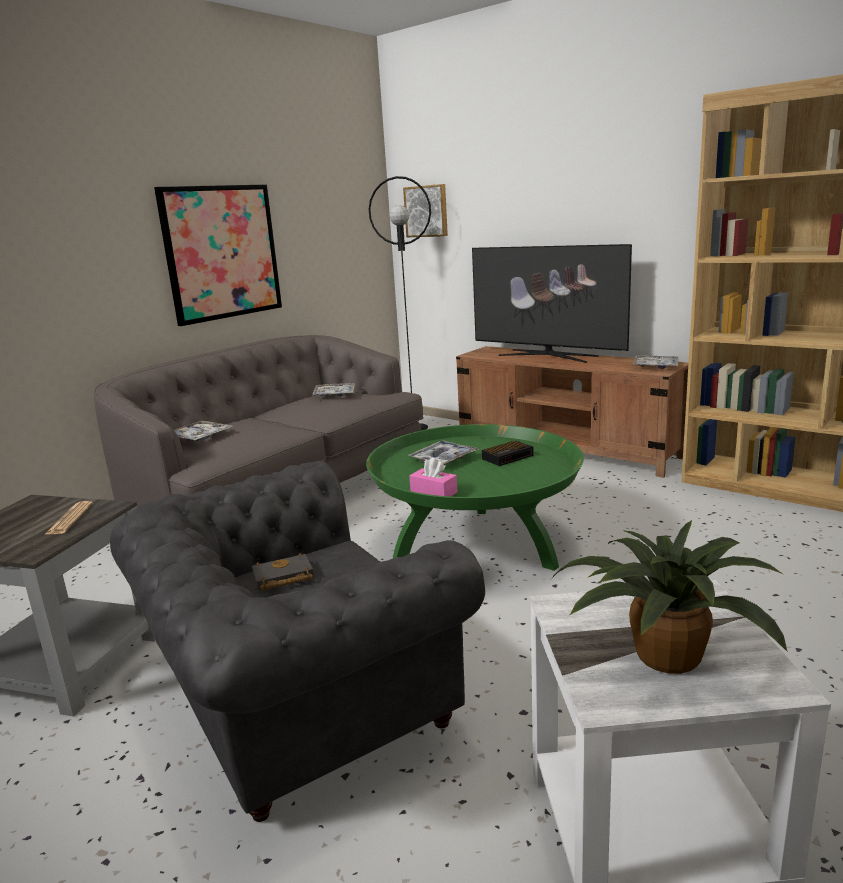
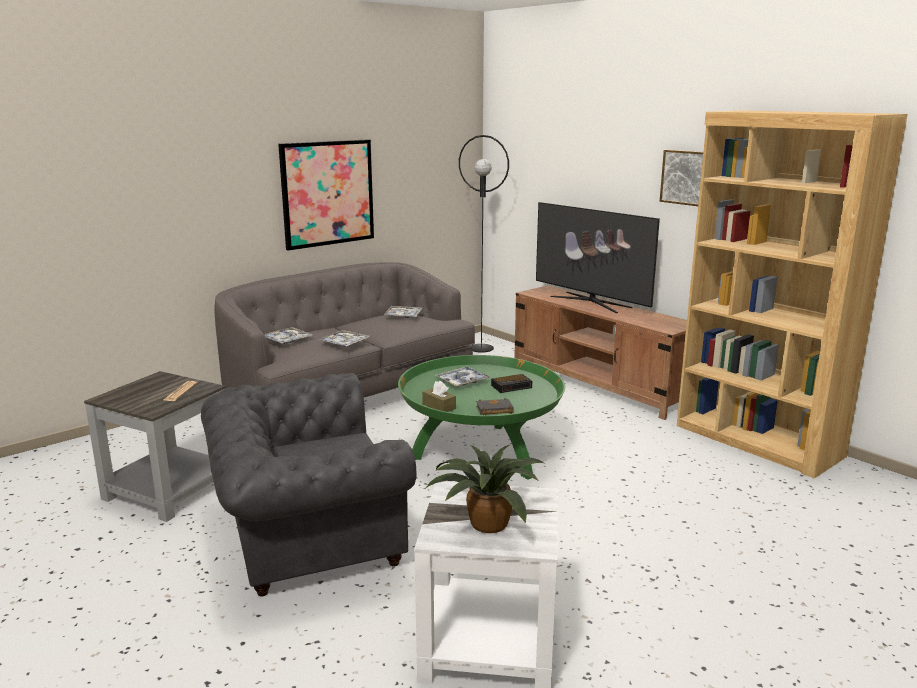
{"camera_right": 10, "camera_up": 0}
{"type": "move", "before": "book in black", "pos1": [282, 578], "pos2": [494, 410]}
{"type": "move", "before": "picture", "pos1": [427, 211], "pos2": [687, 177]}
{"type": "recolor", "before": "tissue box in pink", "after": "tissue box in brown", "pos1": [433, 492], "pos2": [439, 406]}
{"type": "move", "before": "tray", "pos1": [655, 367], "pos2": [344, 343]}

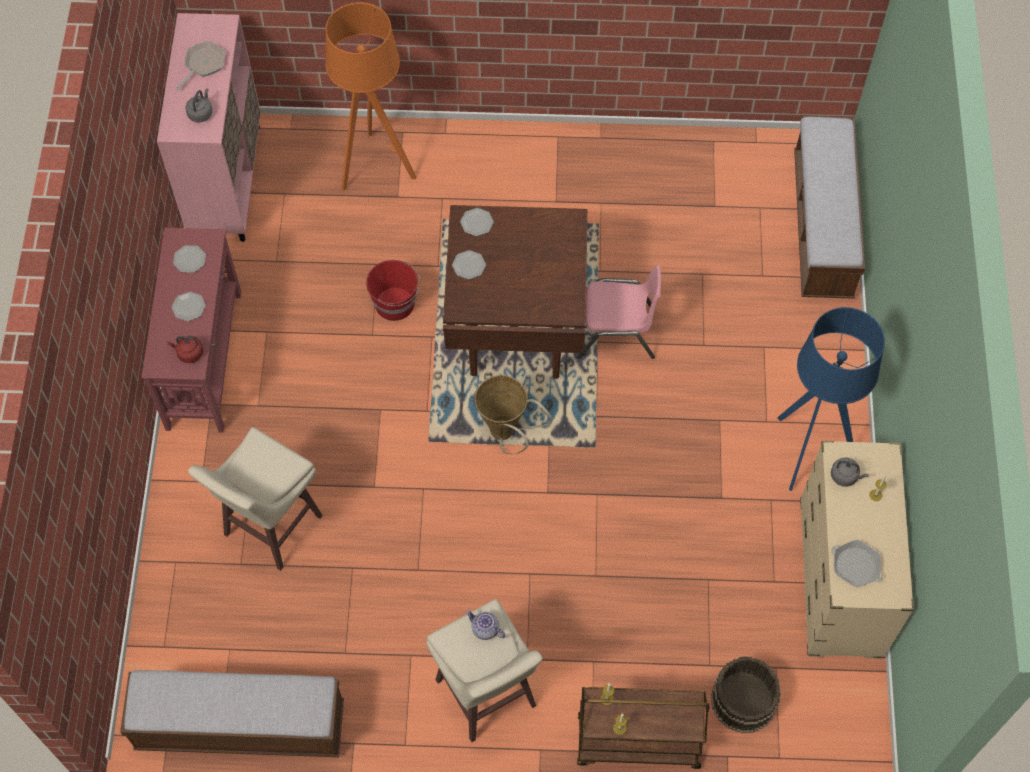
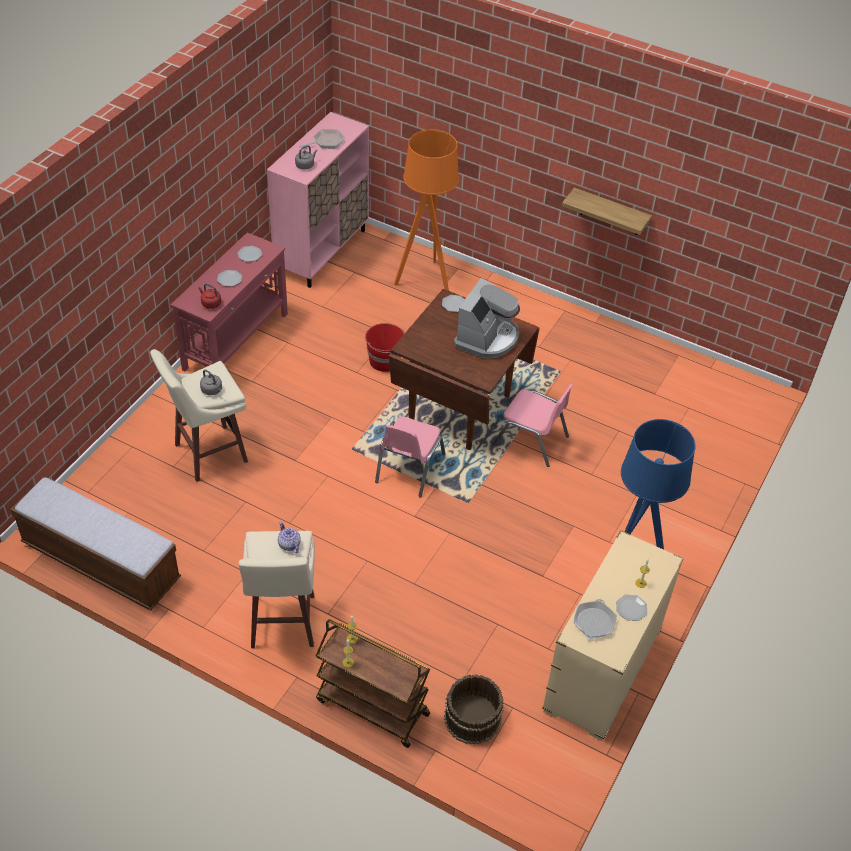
{"camera_right": 25, "camera_up": -15}
{"type": "move", "before": "plate", "pos1": [469, 266], "pos2": [631, 609]}
{"type": "replace", "before": "basket", "after": "chair in pink", "pos1": [506, 434], "pos2": [409, 468]}
{"type": "delete", "before": "bench", "pos1": [822, 226]}
{"type": "move", "before": "kettle in grey", "pos1": [845, 476], "pos2": [212, 390]}
{"type": "rotate", "before": "frying pan", "pos1": [855, 566], "pos2": [594, 622], "turn": 45}
{"type": "insert", "after": "coffee machine", "pos2": [487, 338]}
{"type": "insert", "after": "shelf", "pos2": [610, 212]}

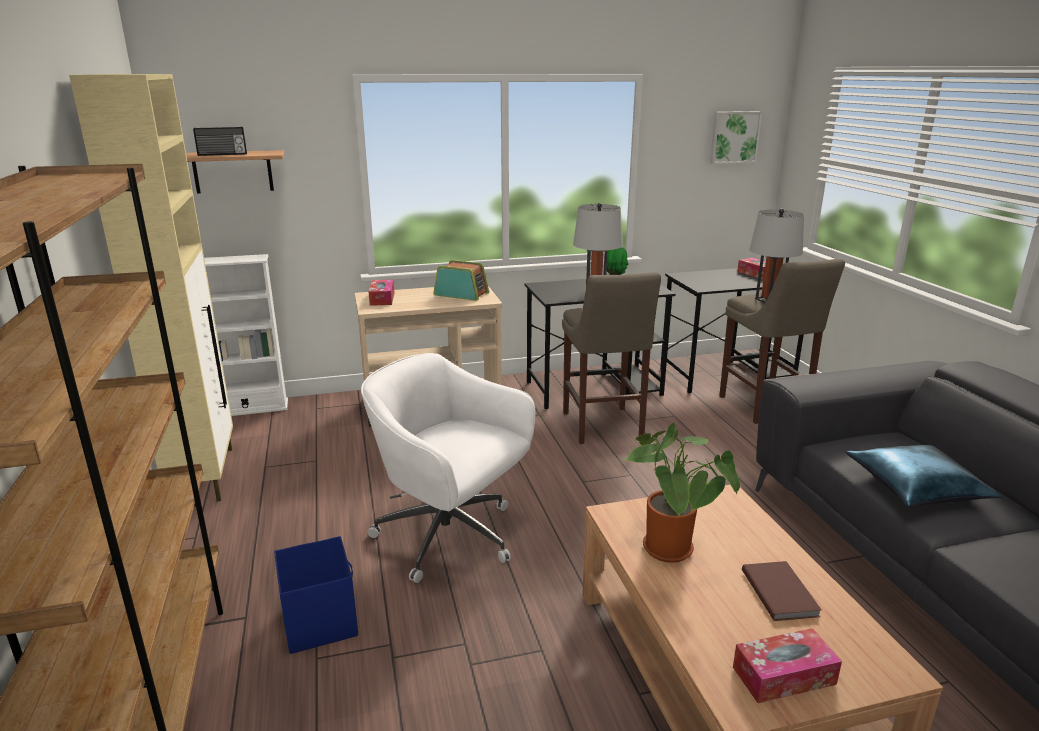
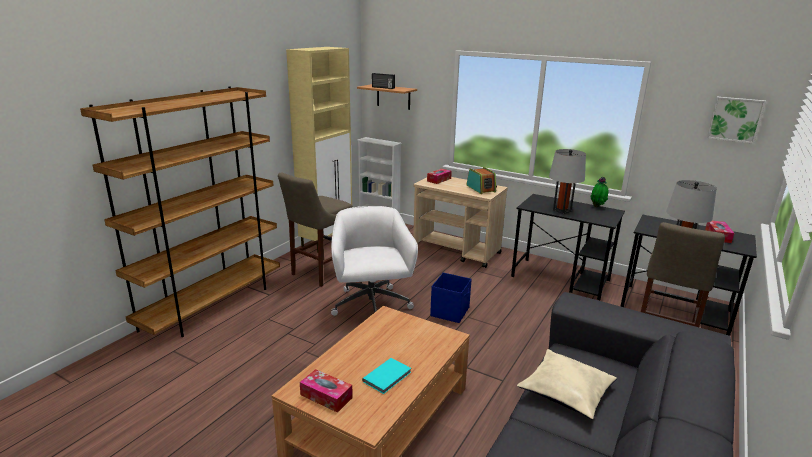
{"camera_right": 45, "camera_up": 0}
{"type": "move", "before": "storage box in blue", "pos1": [320, 621], "pos2": [450, 311]}
{"type": "move", "before": "stool in beige", "pos1": [603, 427], "pos2": [319, 273]}
{"type": "delete", "before": "potted plant", "pos1": [672, 552]}
{"type": "recolor", "before": "book in brown", "after": "book in turquoise", "pos1": [780, 592], "pos2": [388, 377]}
{"type": "recolor", "before": "pillow in blue", "after": "pillow in beige", "pos1": [917, 488], "pos2": [565, 391]}

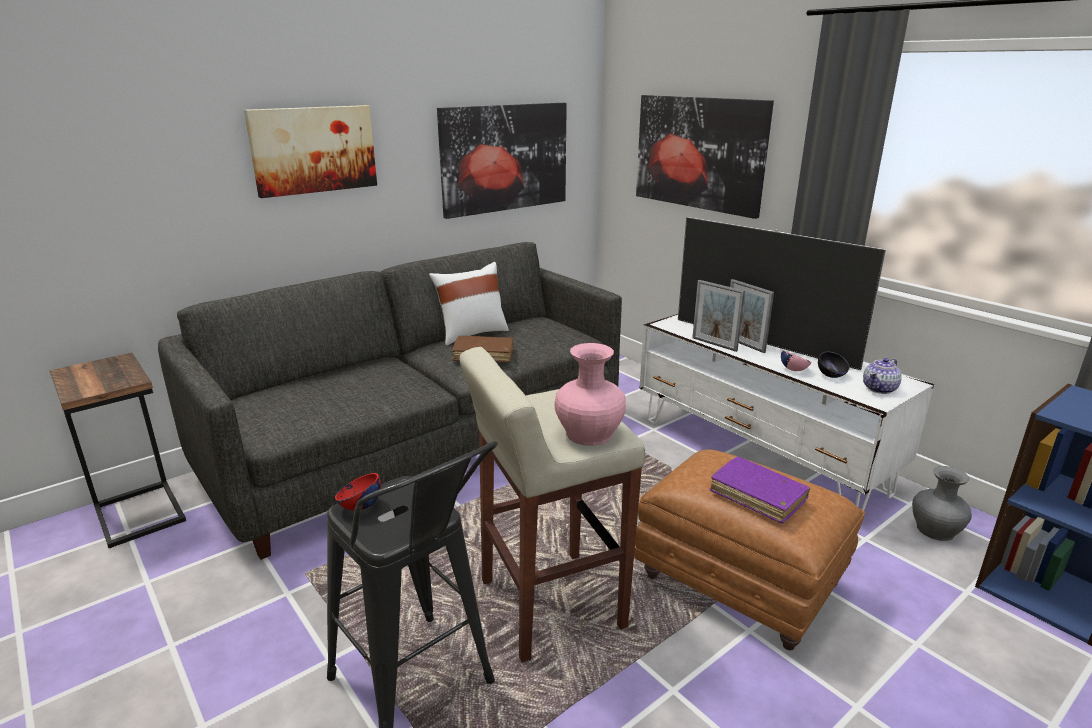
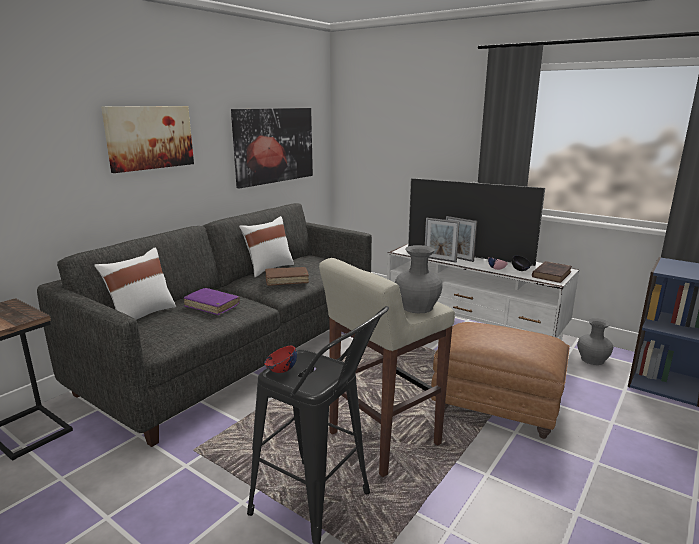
{"camera_right": -15, "camera_up": -5}
{"type": "recolor", "before": "vase in pink", "after": "vase in grey", "pos1": [589, 433], "pos2": [417, 307]}
{"type": "delete", "before": "picture", "pos1": [699, 153]}
{"type": "move", "before": "book in purple", "pos1": [757, 496], "pos2": [212, 306]}
{"type": "replace", "before": "teapot", "after": "book in brown", "pos1": [880, 389], "pos2": [552, 274]}
{"type": "insert", "after": "pillow in white", "pos2": [141, 315]}

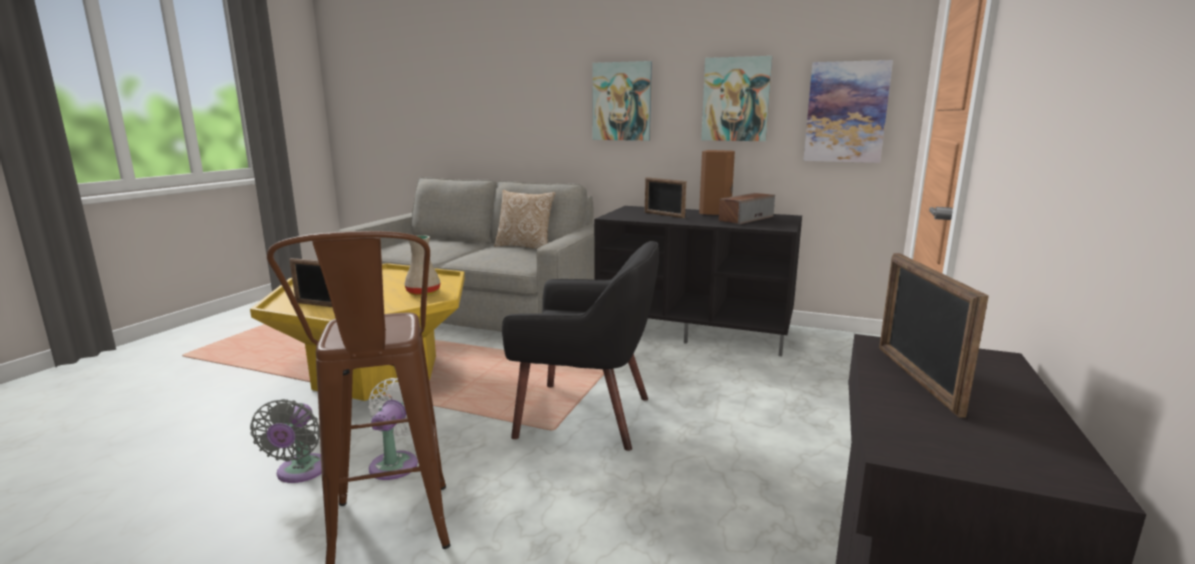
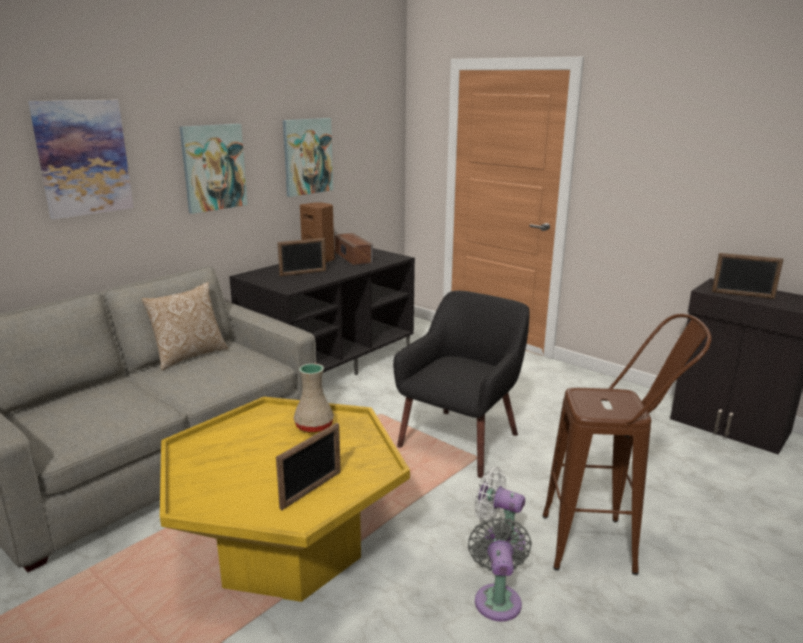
{"camera_right": -70, "camera_up": 5}
{"type": "rotate", "before": "fan in grey", "pos1": [300, 472], "pos2": [497, 598], "turn": -105}
{"type": "move", "before": "picture", "pos1": [846, 112], "pos2": [83, 158]}

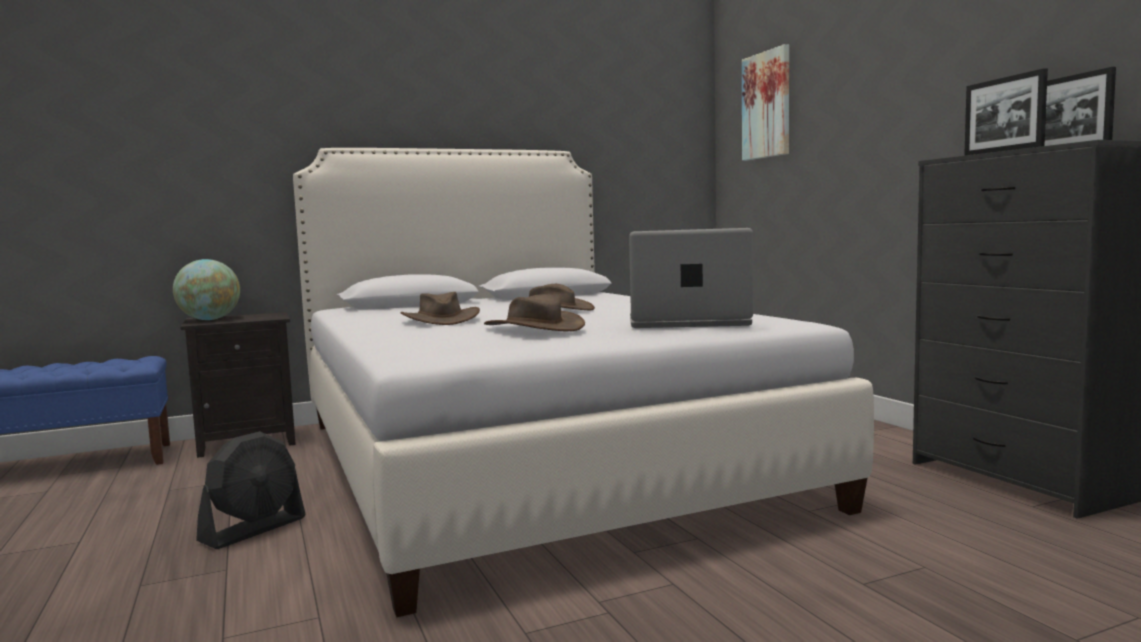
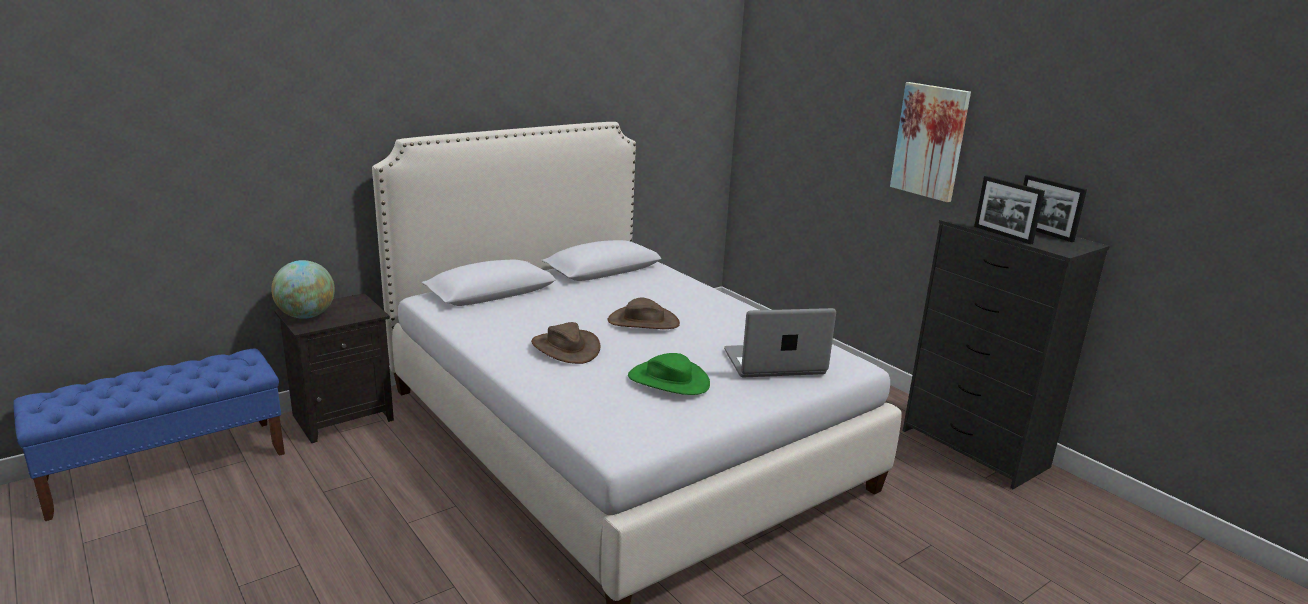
{"camera_right": -15, "camera_up": 15}
{"type": "delete", "before": "fan in black", "pos1": [254, 529]}
{"type": "recolor", "before": "hat in brown", "after": "hat in green", "pos1": [534, 327], "pos2": [668, 380]}
{"type": "move", "before": "picture", "pos1": [767, 105], "pos2": [930, 141]}

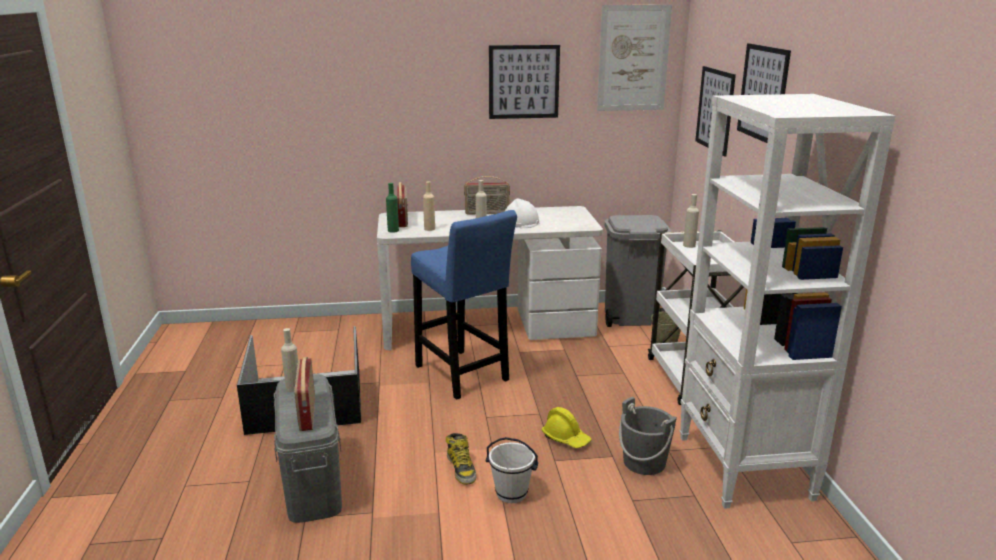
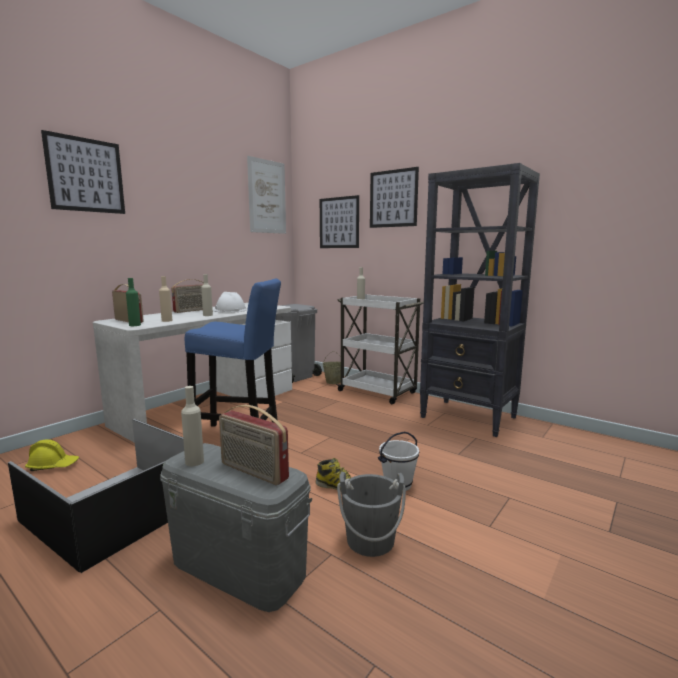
{"camera_right": -45, "camera_up": -10}
{"type": "move", "before": "picture", "pos1": [524, 82], "pos2": [86, 175]}
{"type": "move", "before": "hard hat in yellow", "pos1": [566, 438], "pos2": [53, 466]}
{"type": "move", "before": "bucket in grey", "pos1": [644, 462], "pos2": [370, 540]}
{"type": "recolor", "before": "bookcase in white", "after": "bookcase in black", "pos1": [744, 468], "pos2": [469, 417]}

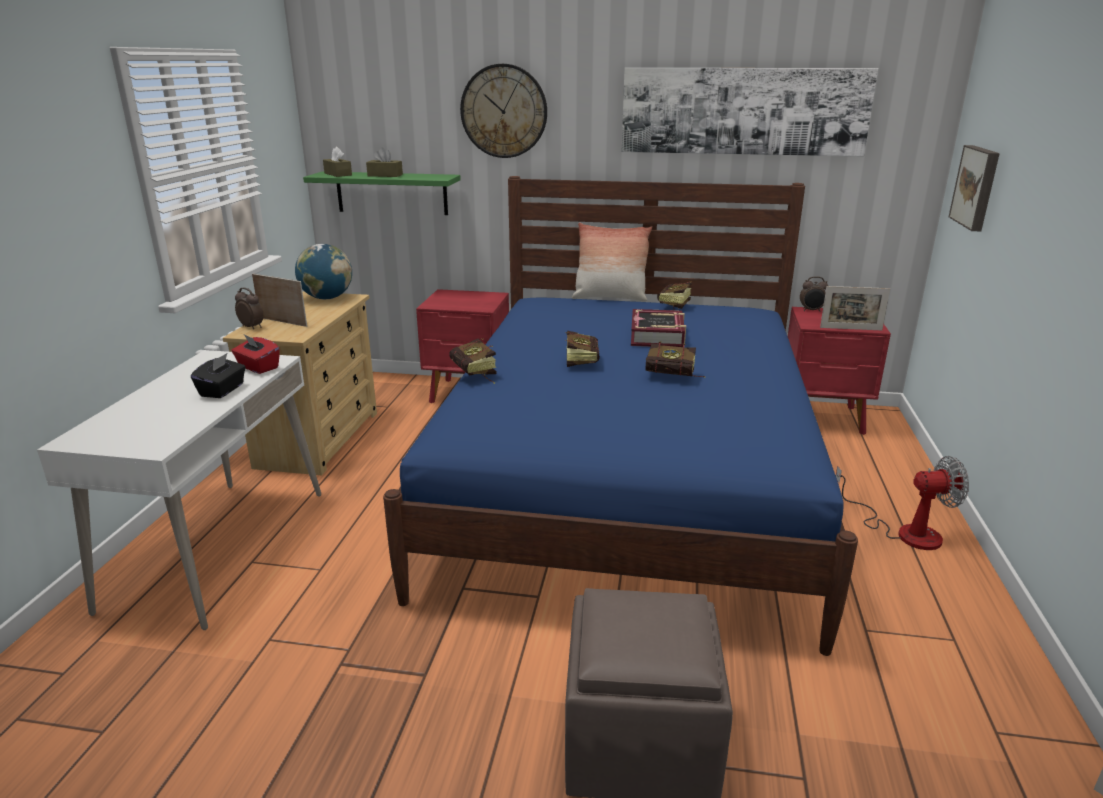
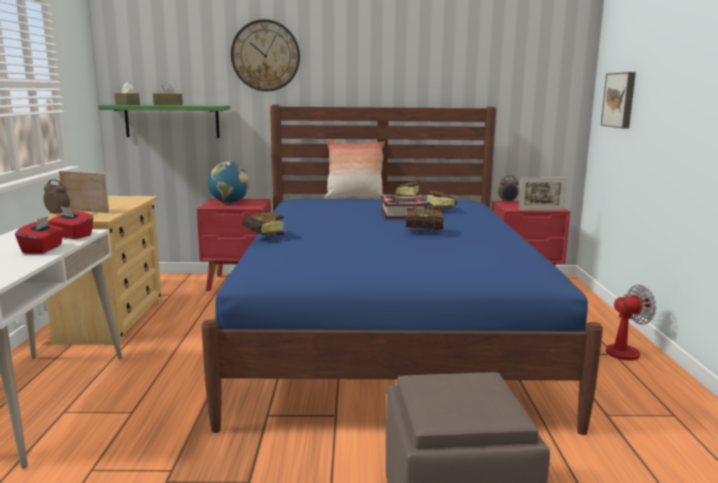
{"camera_right": -10, "camera_up": -10}
{"type": "recolor", "before": "tissue box in black", "after": "tissue box in red", "pos1": [222, 390], "pos2": [43, 249]}
{"type": "move", "before": "globe", "pos1": [327, 298], "pos2": [229, 202]}
{"type": "move", "before": "book", "pos1": [581, 361], "pos2": [439, 209]}
{"type": "delete", "before": "picture", "pos1": [743, 111]}

